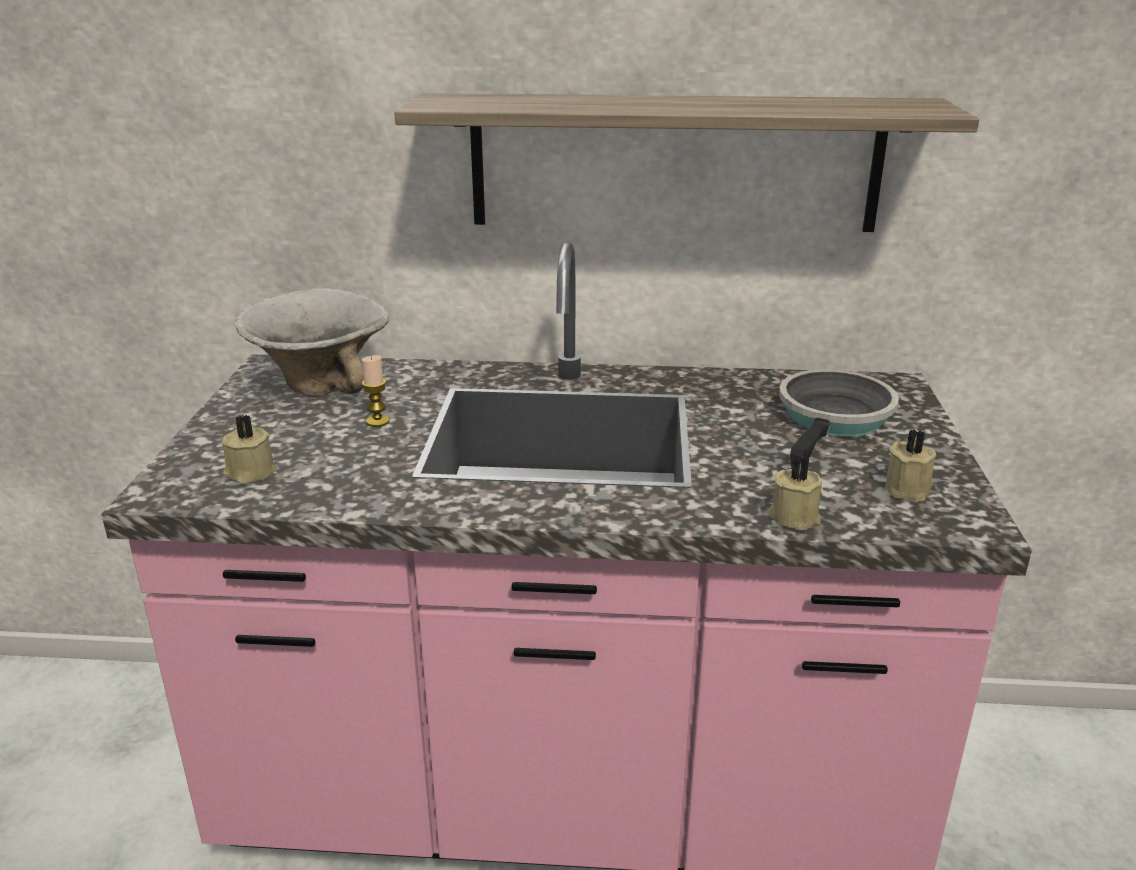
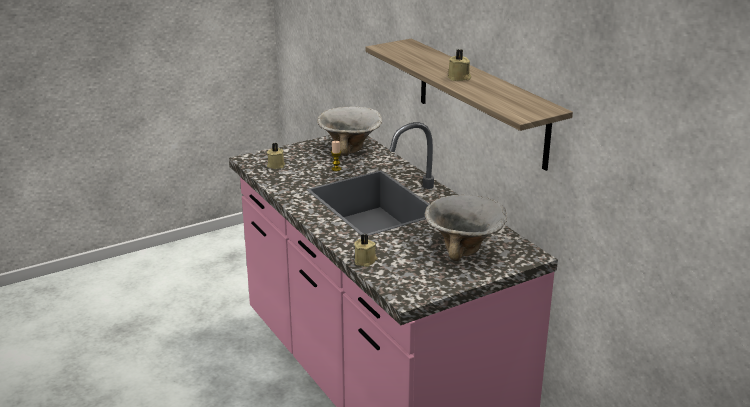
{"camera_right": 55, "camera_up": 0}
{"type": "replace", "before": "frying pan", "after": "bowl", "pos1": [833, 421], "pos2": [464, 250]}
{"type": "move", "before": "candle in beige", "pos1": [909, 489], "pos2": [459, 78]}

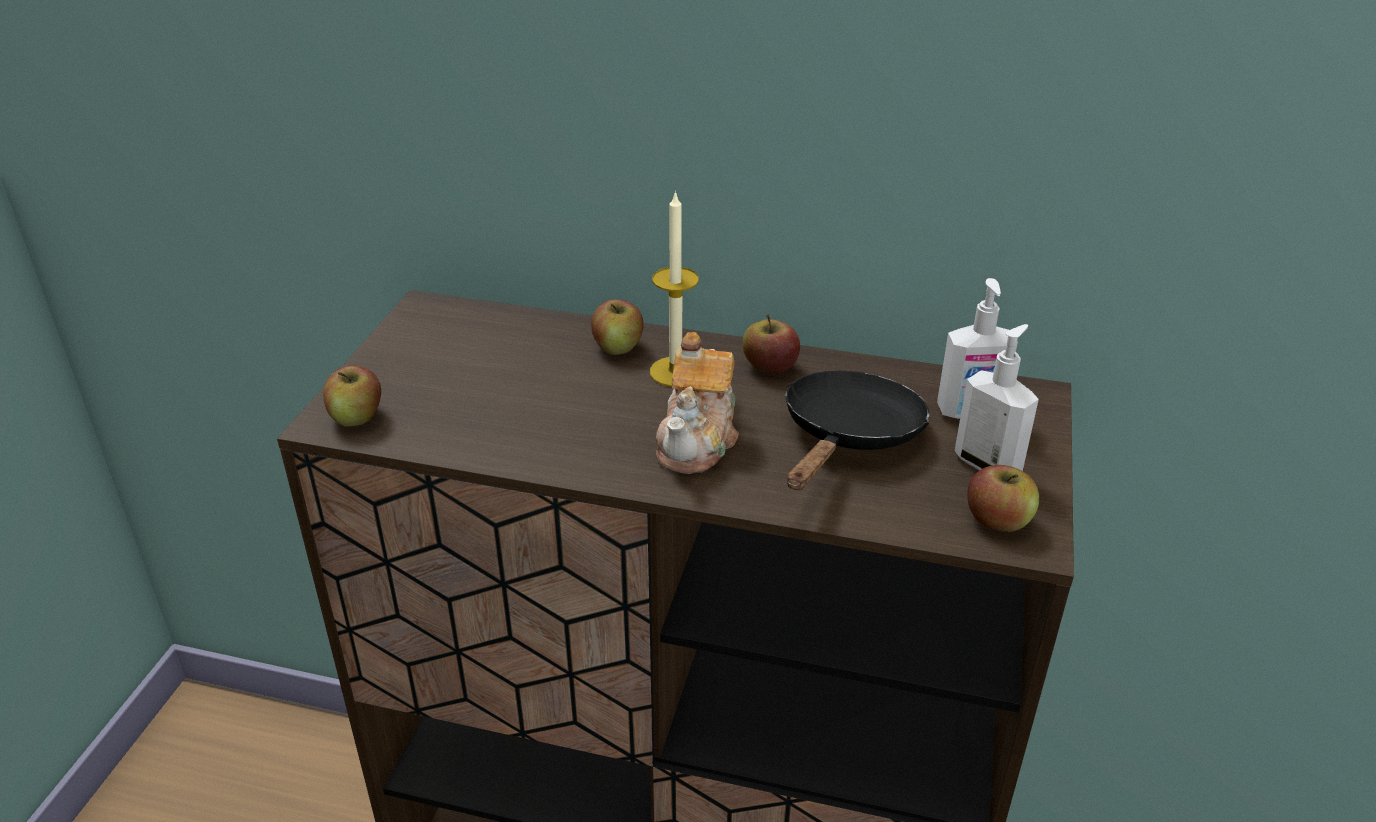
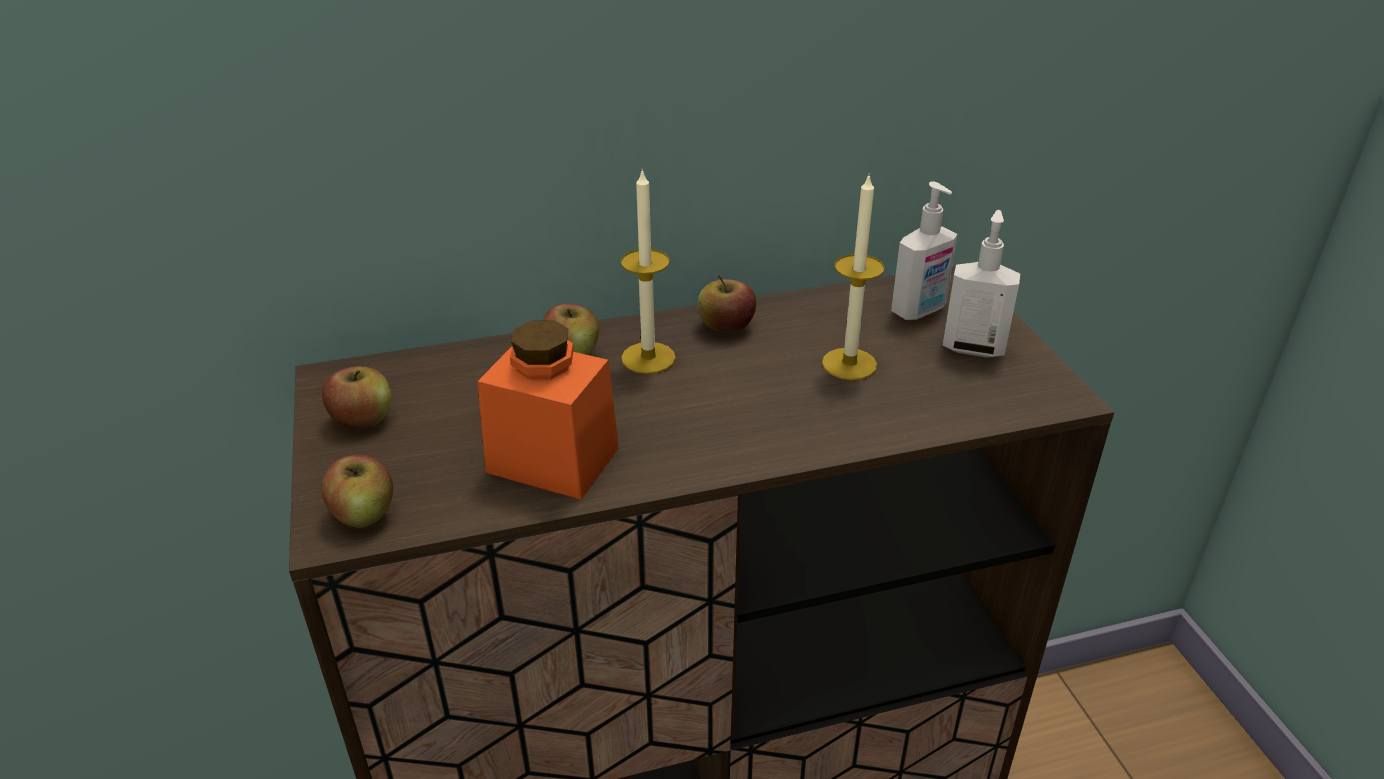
{"camera_right": -30, "camera_up": 0}
{"type": "delete", "before": "teapot", "pos1": [698, 440]}
{"type": "replace", "before": "frying pan in black", "after": "candle", "pos1": [848, 437], "pos2": [849, 364]}
{"type": "move", "before": "apple", "pos1": [998, 520], "pos2": [362, 418]}
{"type": "insert", "after": "jar in orange", "pos2": [553, 460]}

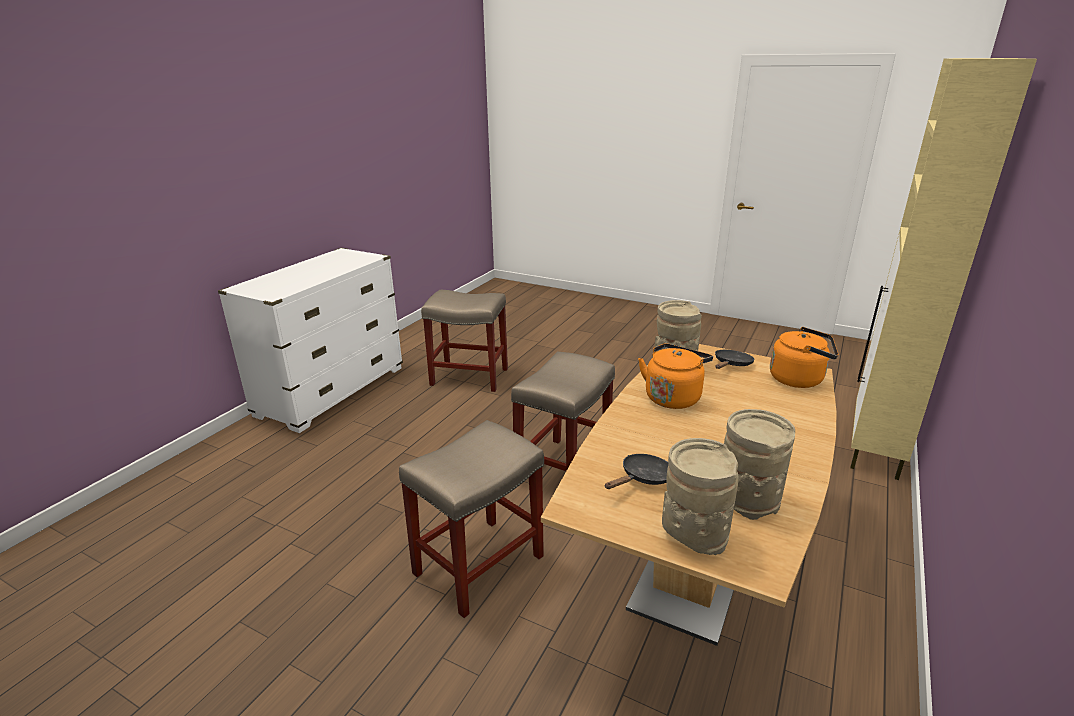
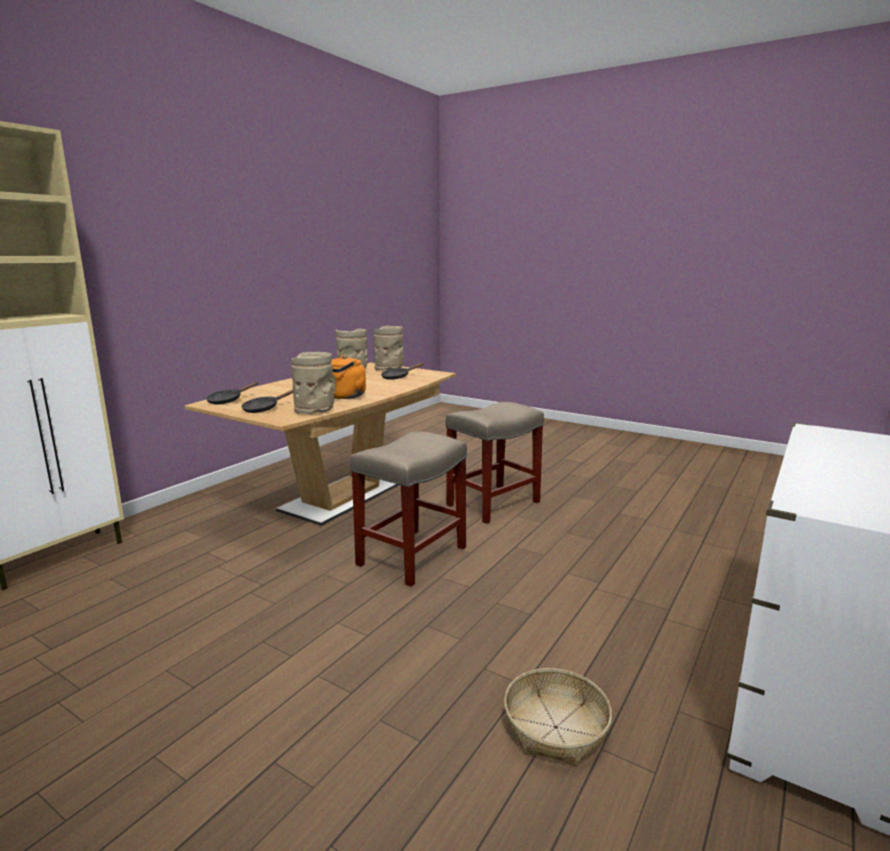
{"camera_right": -175, "camera_up": -10}
{"type": "replace", "before": "stool in beige", "after": "basket", "pos1": [468, 377], "pos2": [556, 727]}
{"type": "replace", "before": "kettle in orange", "after": "frying pan in black", "pos1": [799, 379], "pos2": [228, 401]}

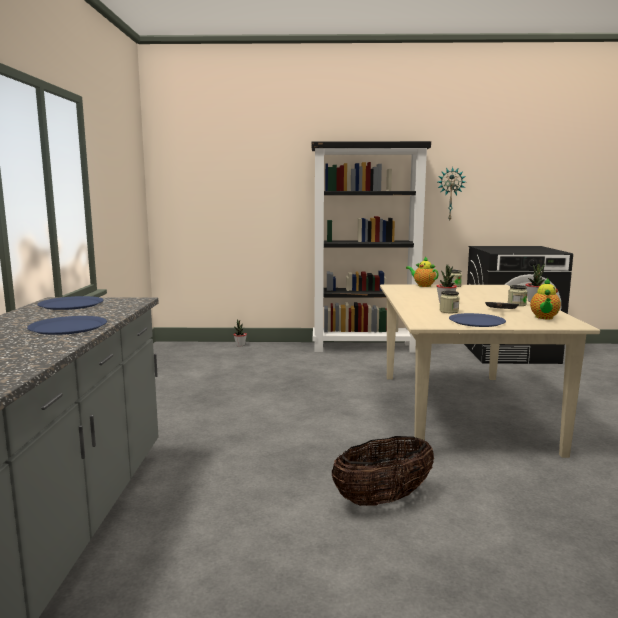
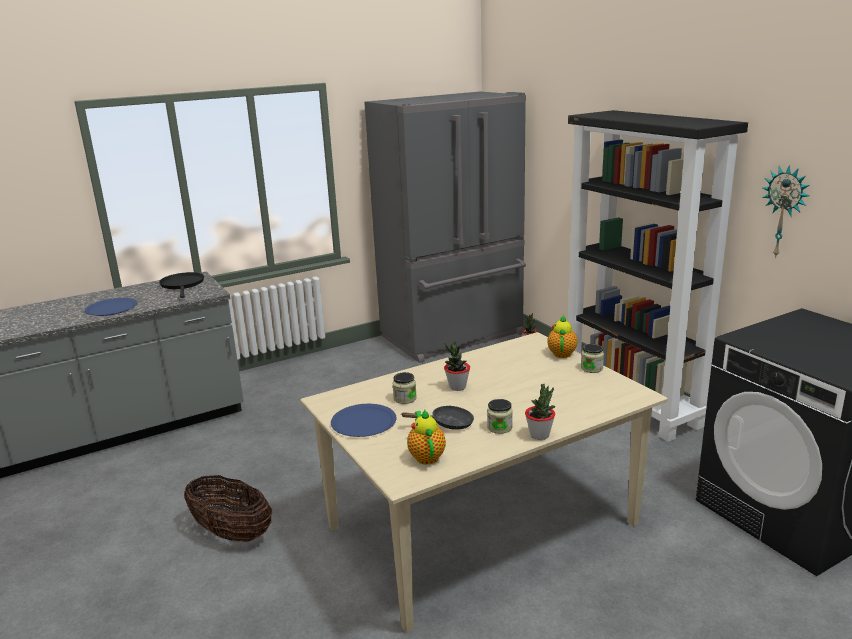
{"camera_right": 60, "camera_up": 10}
{"type": "replace", "before": "plate in blue", "after": "frying pan in black", "pos1": [71, 304], "pos2": [183, 285]}
{"type": "rotate", "before": "teapot", "pos1": [544, 318], "pos2": [426, 456], "turn": 90}
{"type": "insert", "after": "fridge in grey", "pos2": [454, 336]}

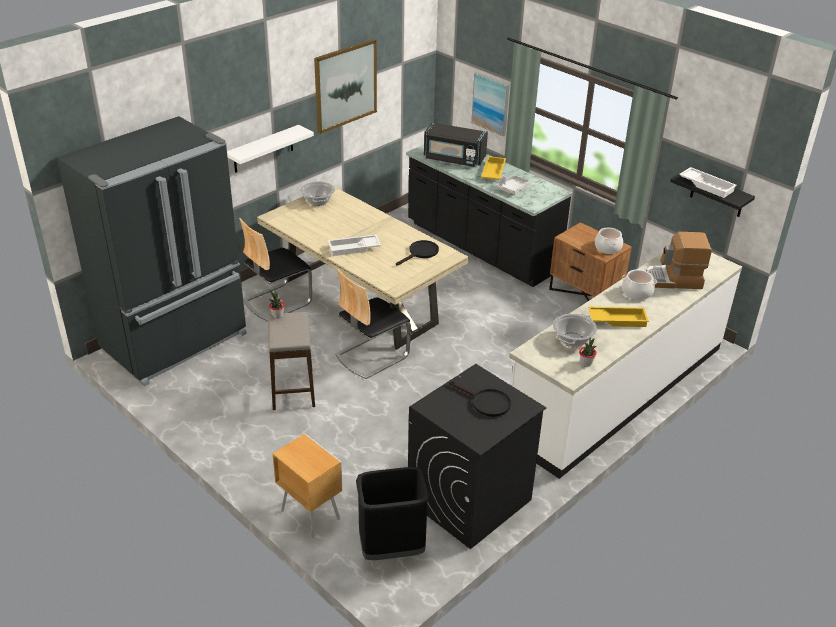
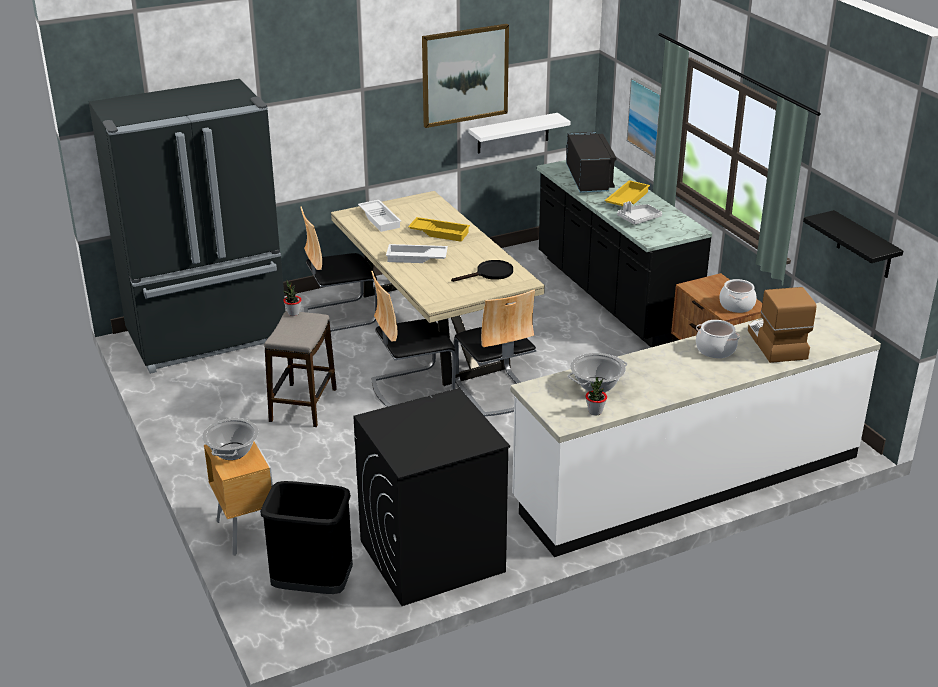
{"camera_right": 20, "camera_up": -5}
{"type": "move", "before": "shelf in white", "pos1": [263, 149], "pos2": [513, 133]}
{"type": "move", "before": "cooking pot", "pos1": [318, 201], "pos2": [232, 451]}
{"type": "rotate", "before": "microwave in black", "pos1": [454, 159], "pos2": [589, 179], "turn": -135}
{"type": "delete", "before": "frying pan in black", "pos1": [486, 403]}
{"type": "move", "before": "tray in yellow", "pos1": [617, 319], "pos2": [440, 232]}
{"type": "rotate", "before": "coffee machine", "pos1": [674, 280], "pos2": [775, 344], "turn": 60}
{"type": "move", "before": "tray in white", "pos1": [707, 185], "pos2": [380, 219]}
{"type": "insert", "after": "chair", "pos2": [495, 392]}

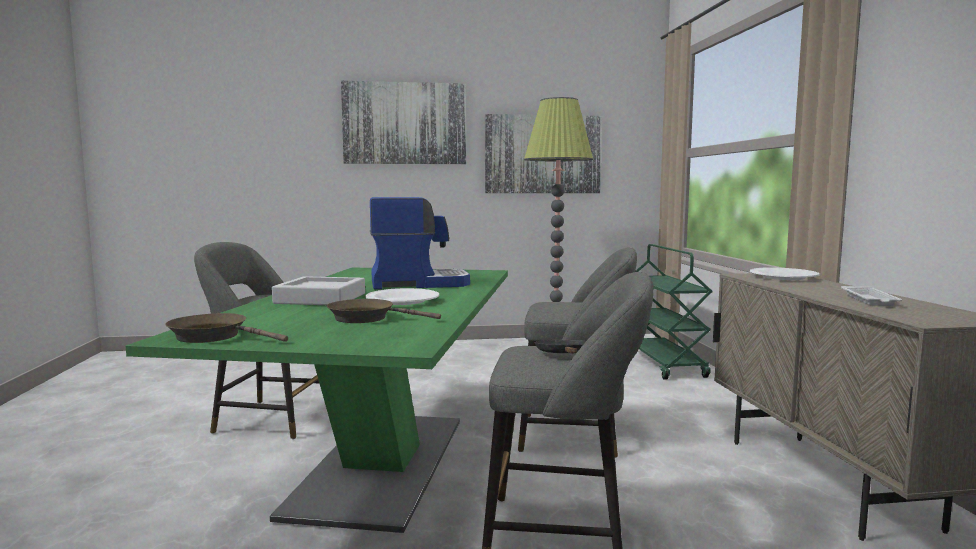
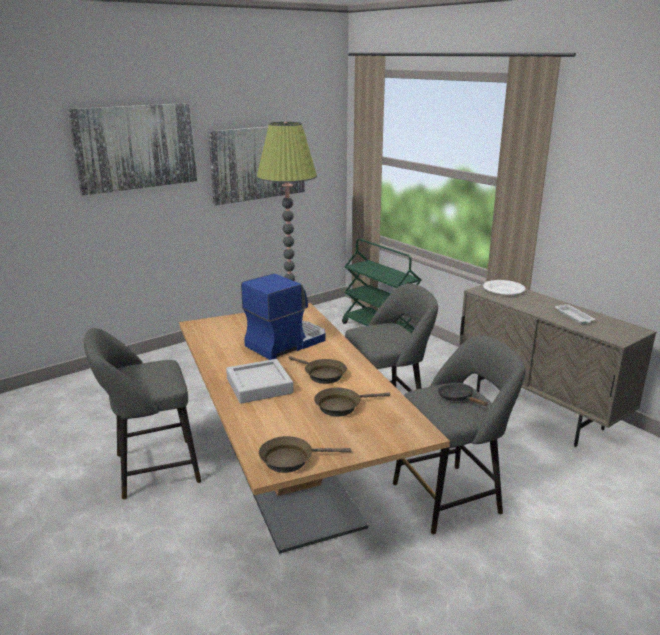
{"camera_right": -30, "camera_up": 15}
{"type": "recolor", "before": "dining table in green", "after": "dining table in beige", "pos1": [381, 465], "pos2": [293, 483]}
{"type": "replace", "before": "plate in white", "after": "frying pan in brown", "pos1": [402, 301], "pos2": [322, 375]}

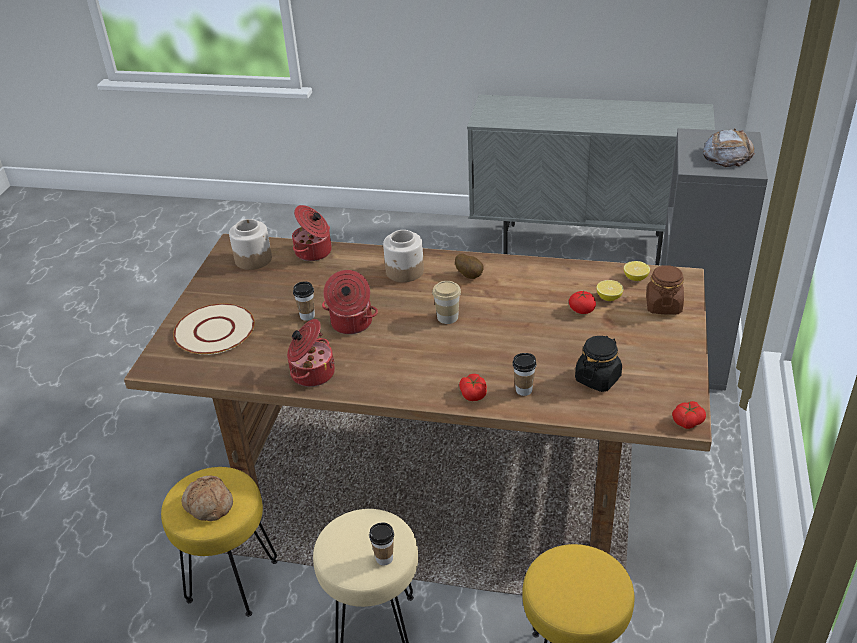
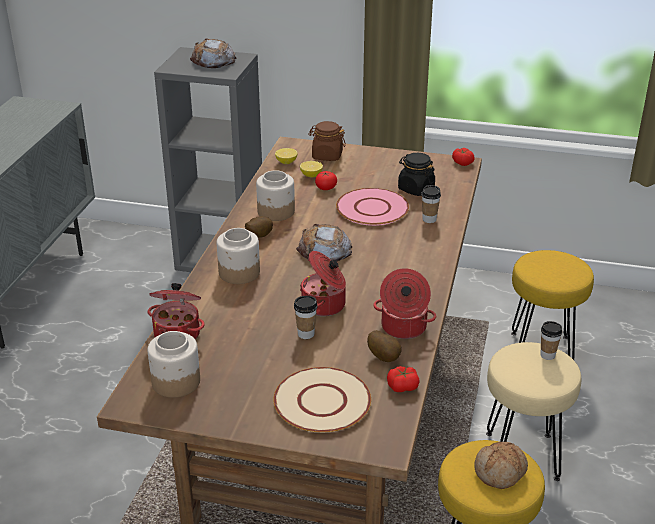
{"camera_right": -90, "camera_up": -5}
{"type": "replace", "before": "cup", "after": "bread", "pos1": [447, 317], "pos2": [324, 250]}
{"type": "move", "before": "tomato", "pos1": [473, 393], "pos2": [402, 386]}
{"type": "insert", "after": "jar", "pos2": [276, 212]}
{"type": "insert", "after": "plate in pink", "pos2": [372, 208]}
{"type": "insert", "after": "potato", "pos2": [384, 357]}

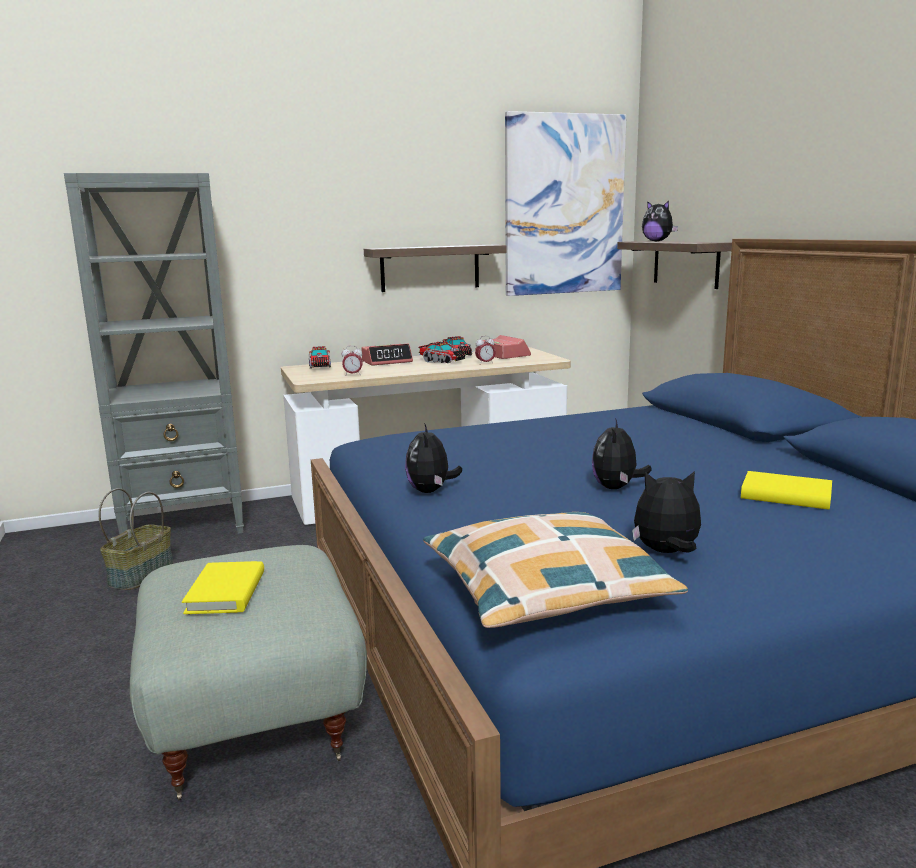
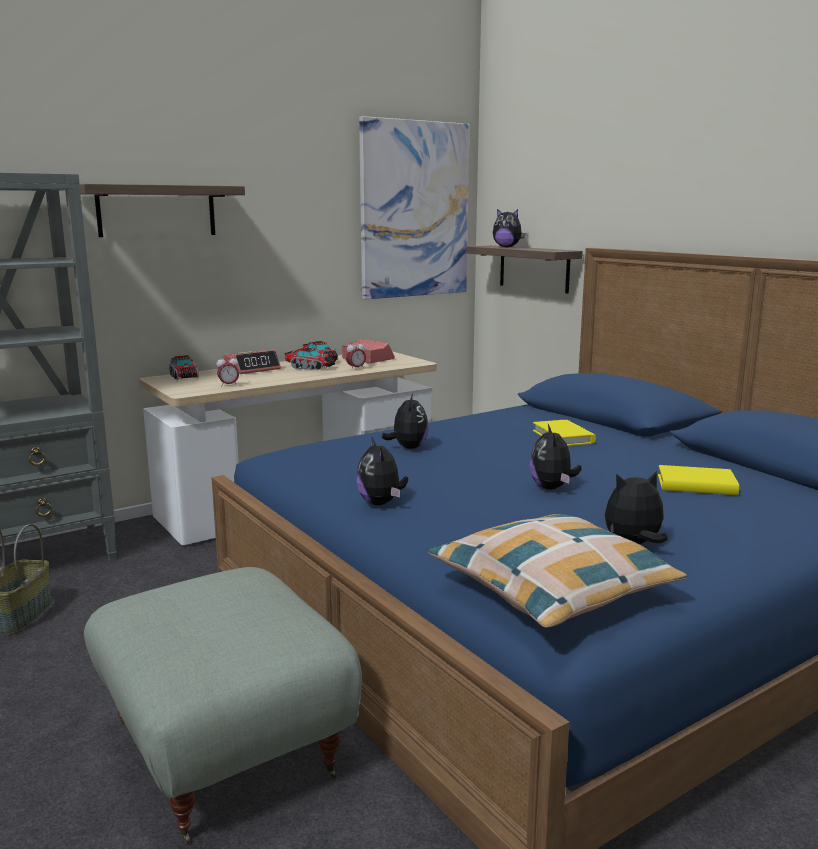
{"camera_right": -15, "camera_up": 0}
{"type": "move", "before": "book in yellow", "pos1": [226, 592], "pos2": [563, 437]}
{"type": "move", "before": "shelf", "pos1": [430, 268], "pos2": [157, 211]}
{"type": "insert", "after": "plush toy", "pos2": [408, 447]}

